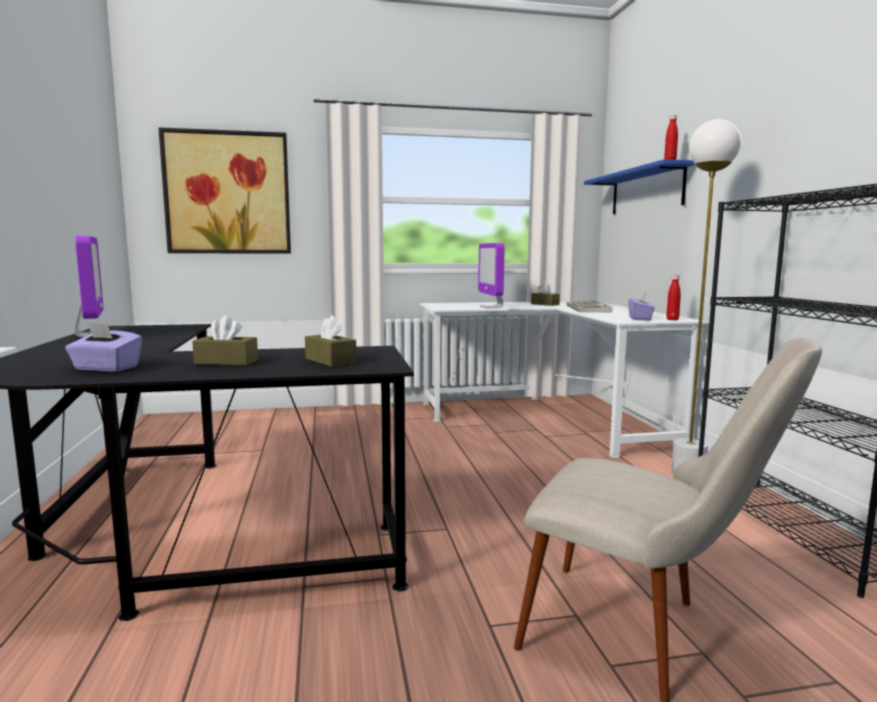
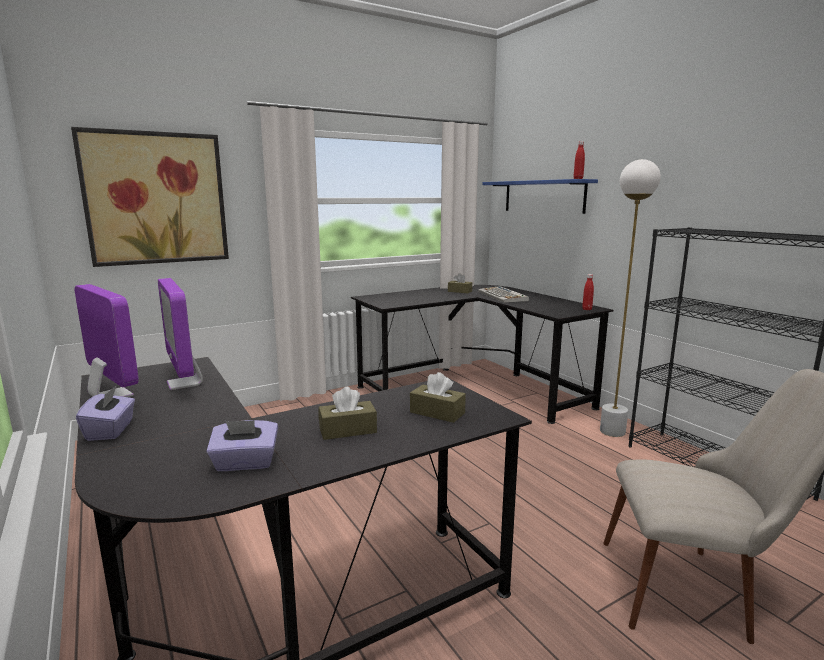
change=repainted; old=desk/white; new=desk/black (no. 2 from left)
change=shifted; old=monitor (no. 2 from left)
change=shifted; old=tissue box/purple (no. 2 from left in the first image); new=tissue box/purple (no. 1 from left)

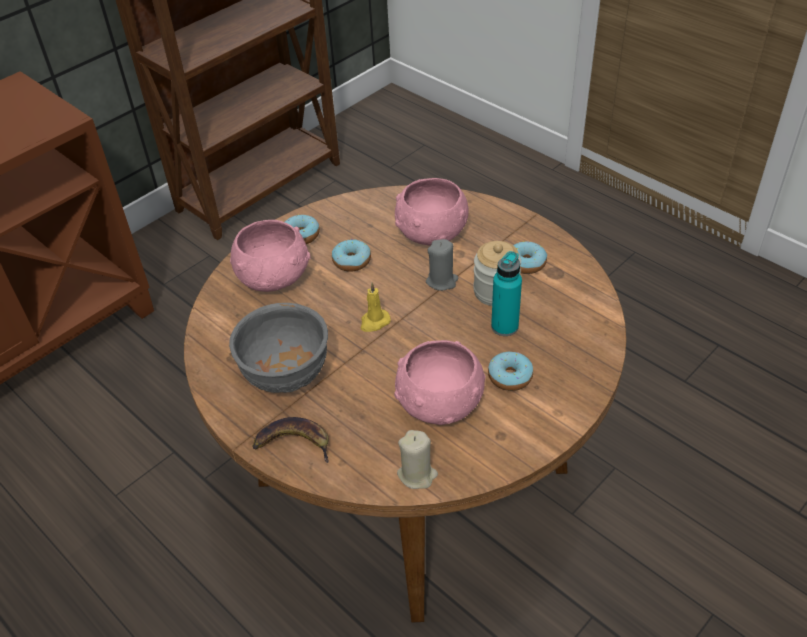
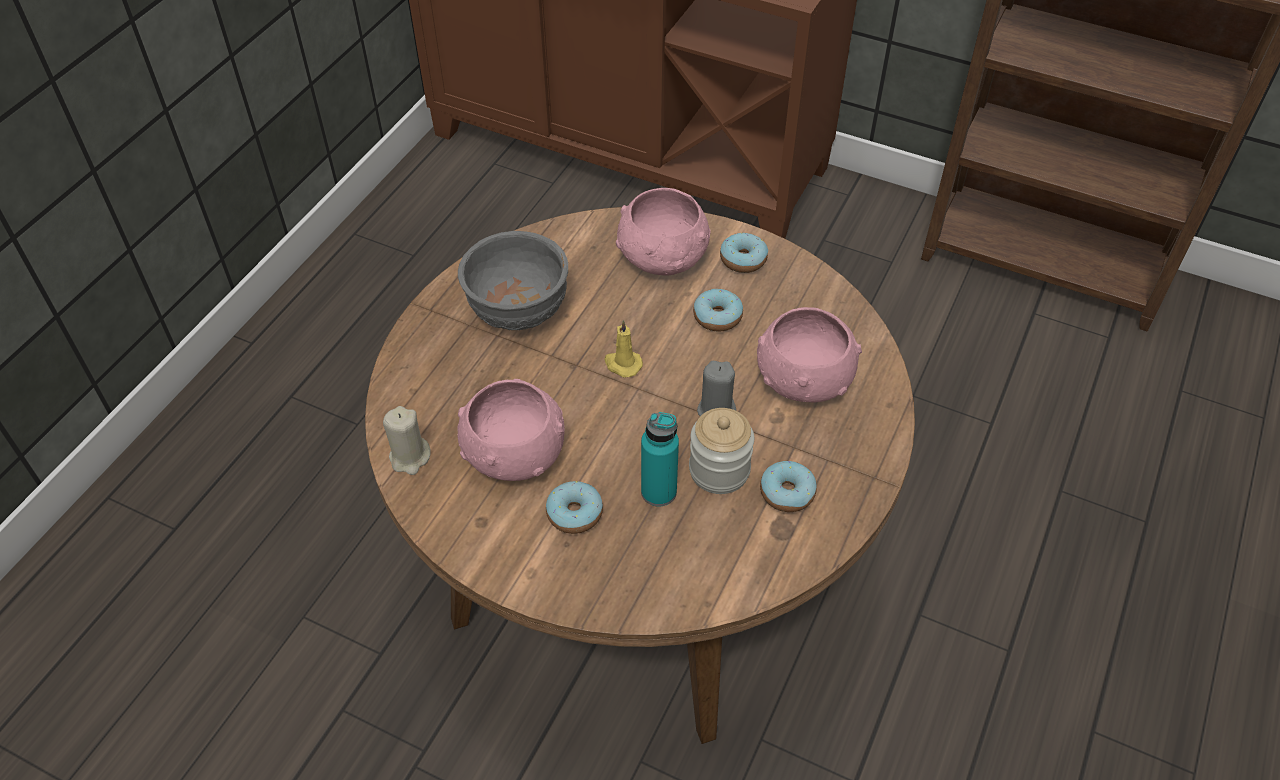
change=gone; old=banana

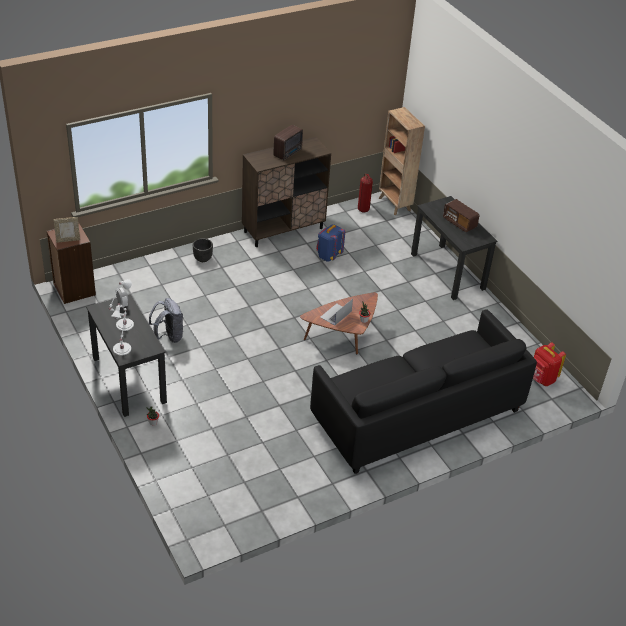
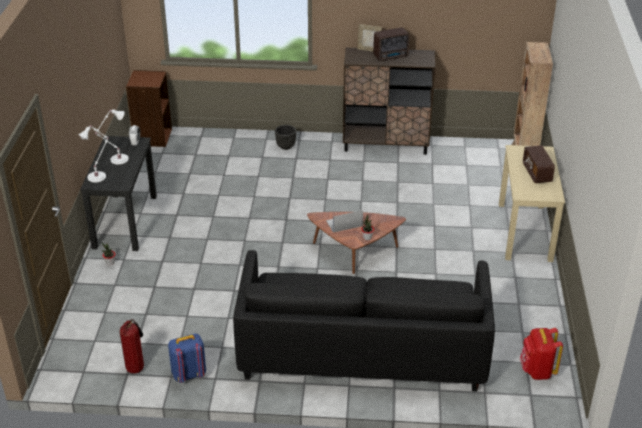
change=shifted; old=picture frame
change=gone; old=backpack/grey
change=shifted; old=backpack/blue
change=shifted; old=fire extinguisher
change=repainted; old=desk/black (no. 2 from left); new=desk/beige

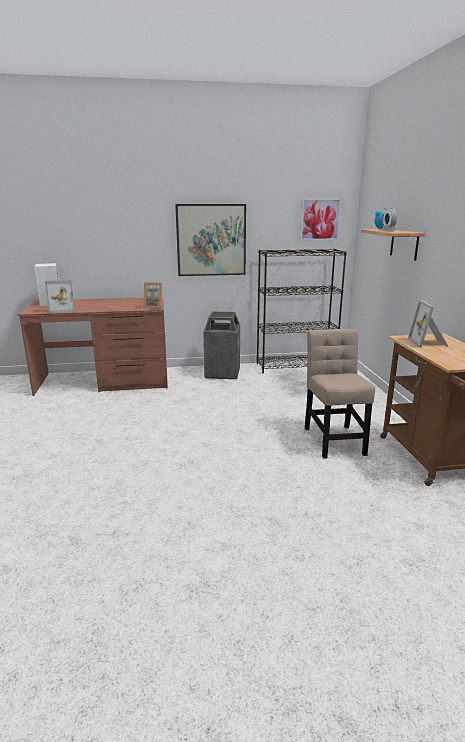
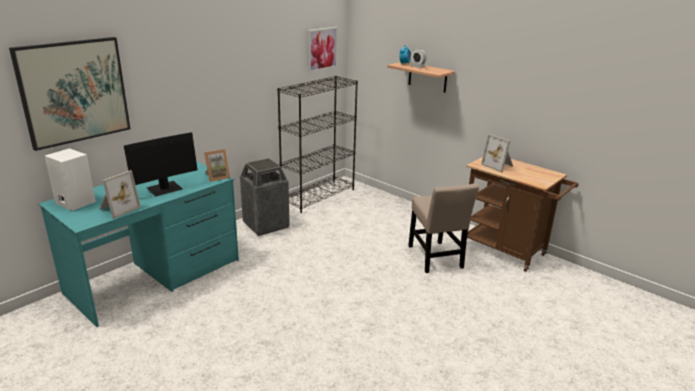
change=repainted; old=desk/brown; new=desk/turquoise
change=shifted; old=picture (no. 1 from left)
change=rotated; old=chair/beige; degrees=-150
change=new; new=monitor

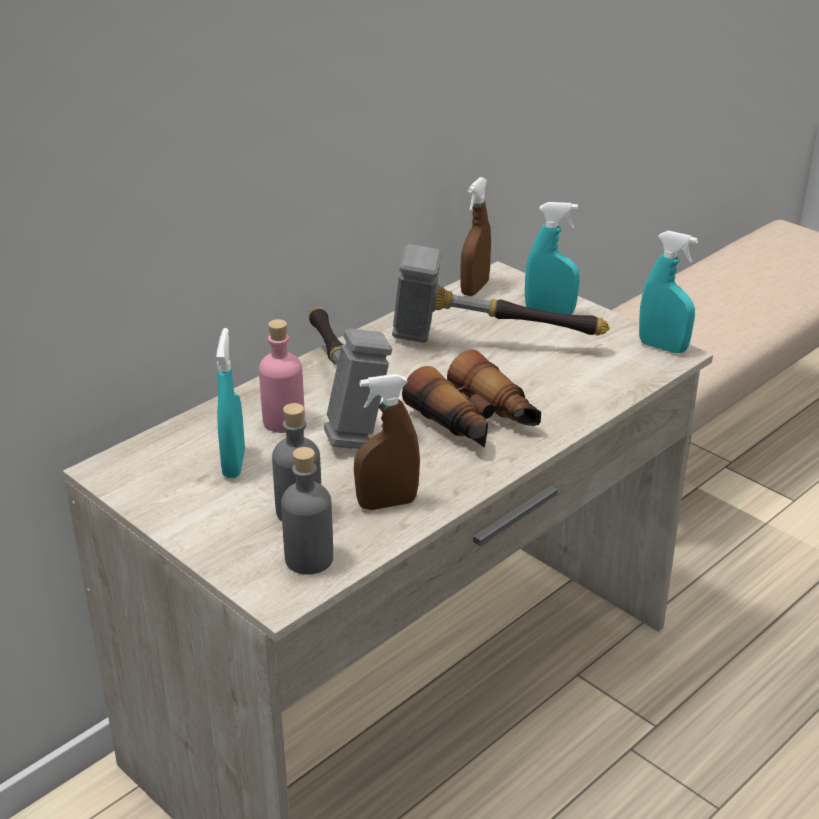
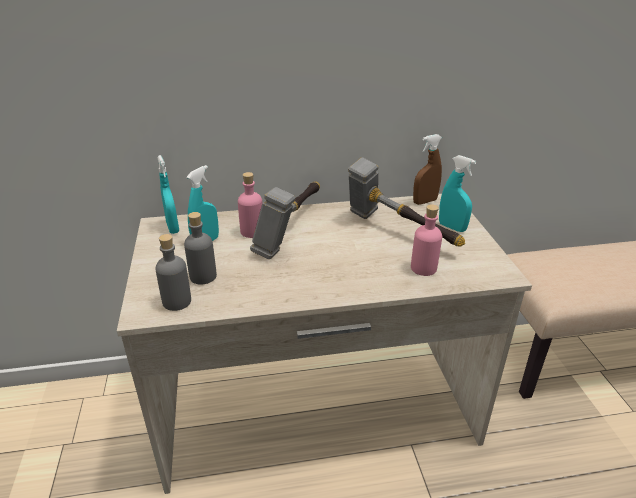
change=gone; old=spray bottle/brown (no. 1 from left)
change=gone; old=binoculars
change=shifted; old=spray bottle/turquoise (no. 3 from left in the first image); new=spray bottle/turquoise (no. 1 from left)
change=new; new=bottle/pink (no. 2 from left)

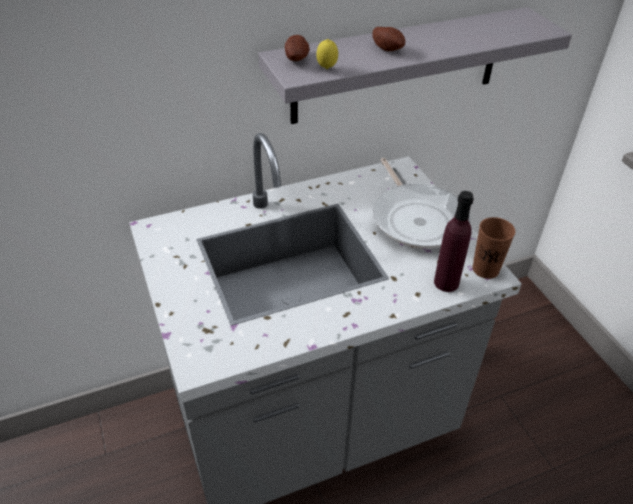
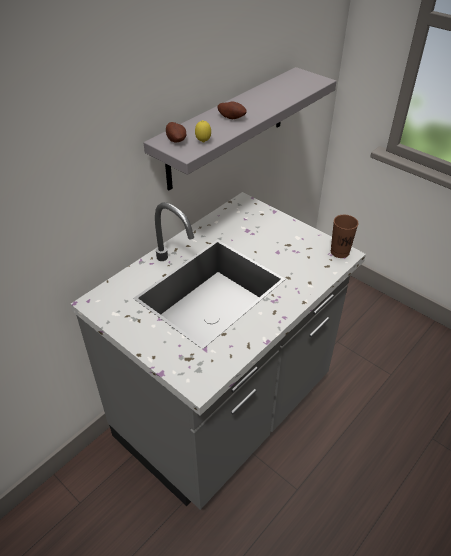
change=gone; old=frying pan
change=gone; old=bottle/purple

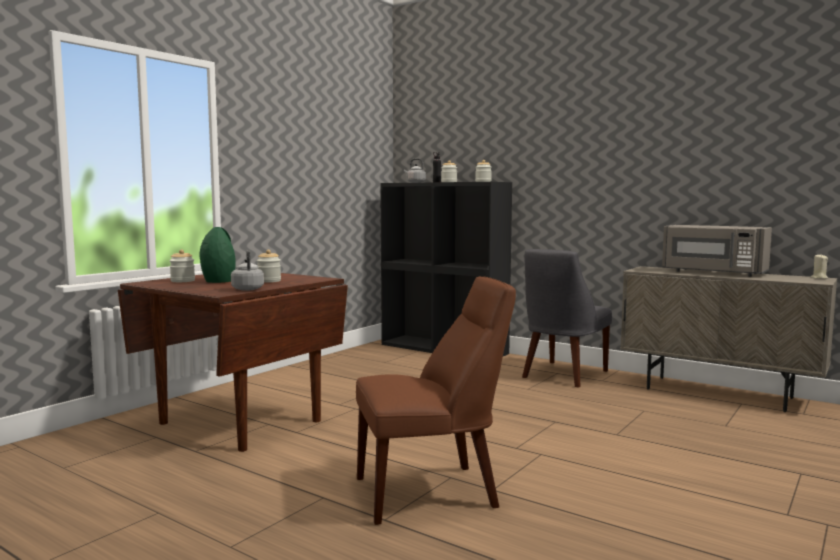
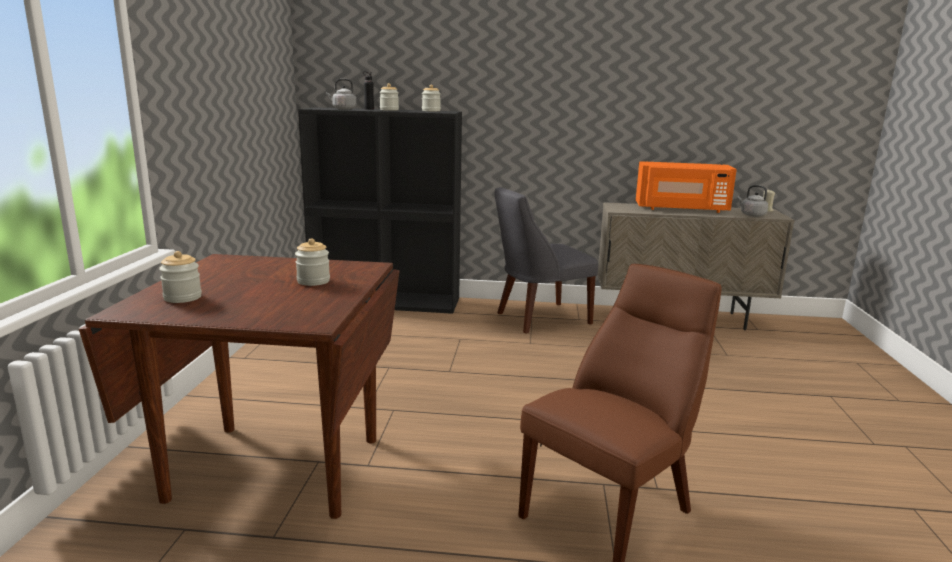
change=gone; old=vase/green
change=shifted; old=kettle/grey (no. 1 from left in the first image); new=kettle/grey (no. 2 from left)
change=rotated; old=chair/grey; degrees=60
change=repainted; old=microwave/grey; new=microwave/orange

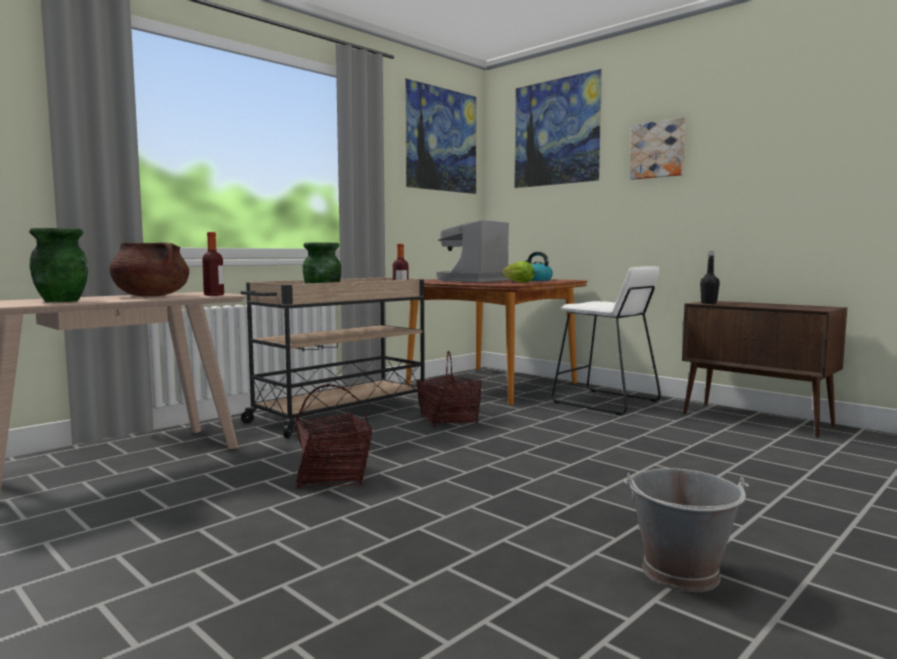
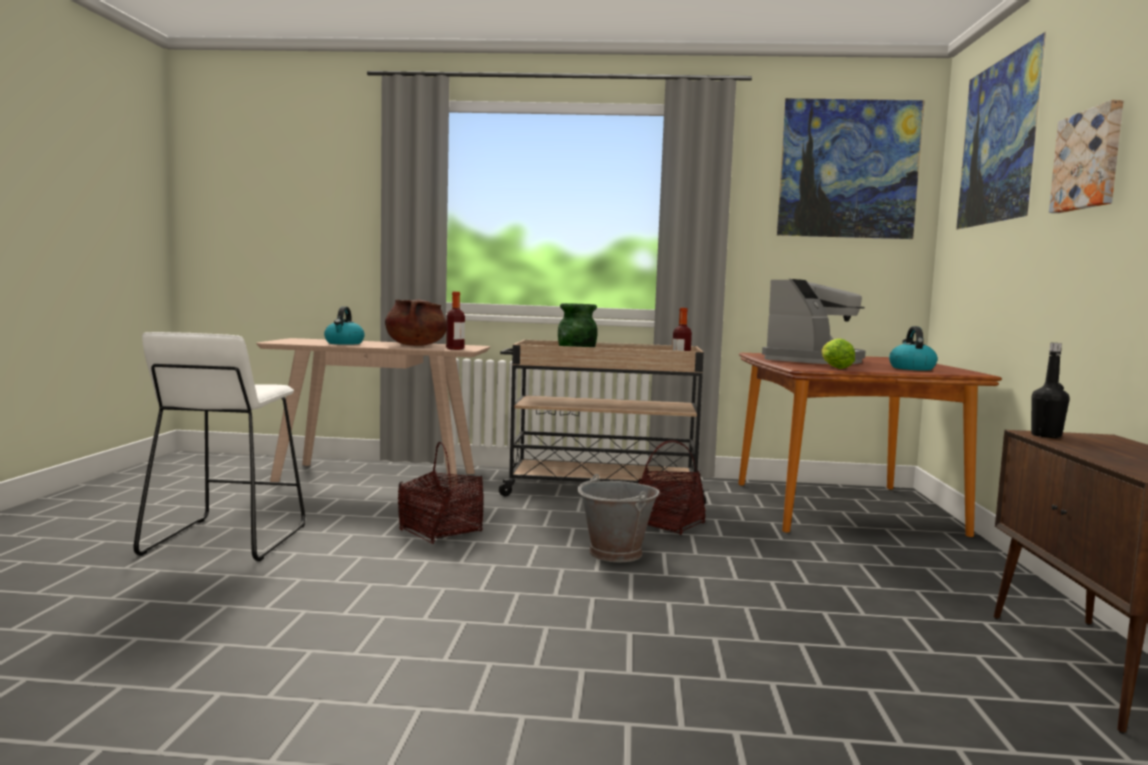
change=swapped; old=vase/green (no. 1 from left); new=kettle (no. 1 from left)
change=rotated; old=coffee machine; degrees=135
change=shifted; old=stool/white
change=shifted; old=bucket/grey

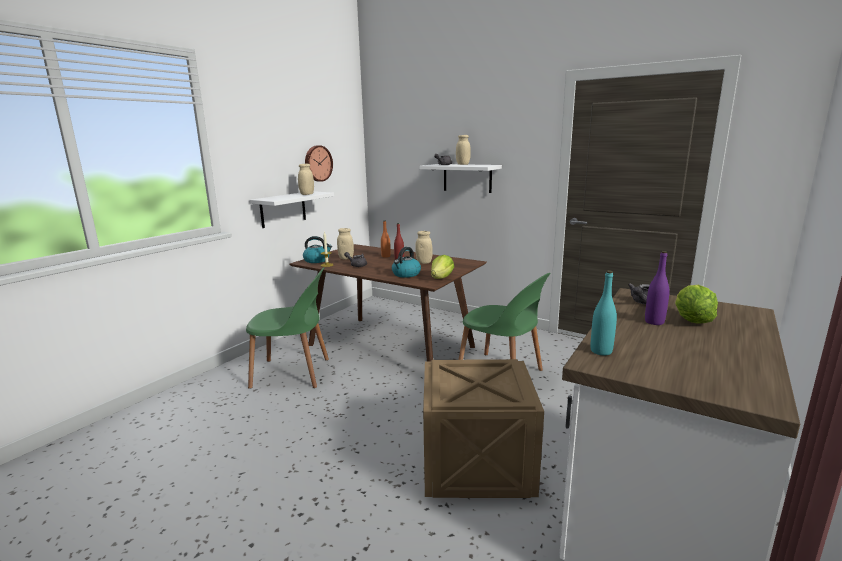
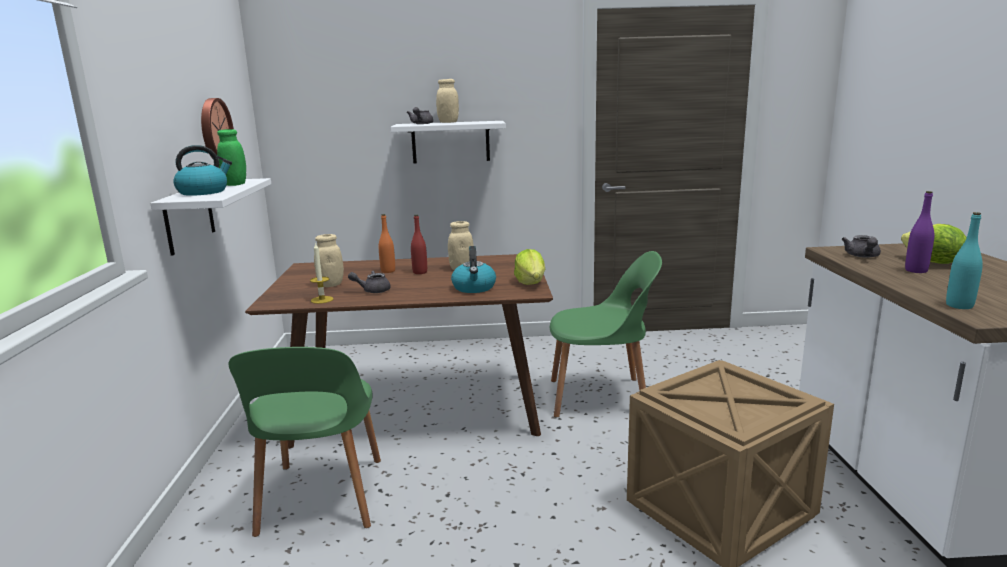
change=rotated; old=chair/green (no. 1 from left); degrees=120
change=repainted; old=jar/beige (no. 1 from left); new=jar/green
change=shifted; old=kettle (no. 1 from left)

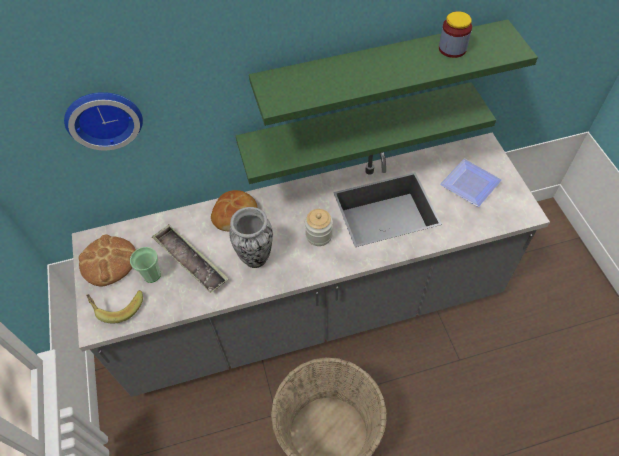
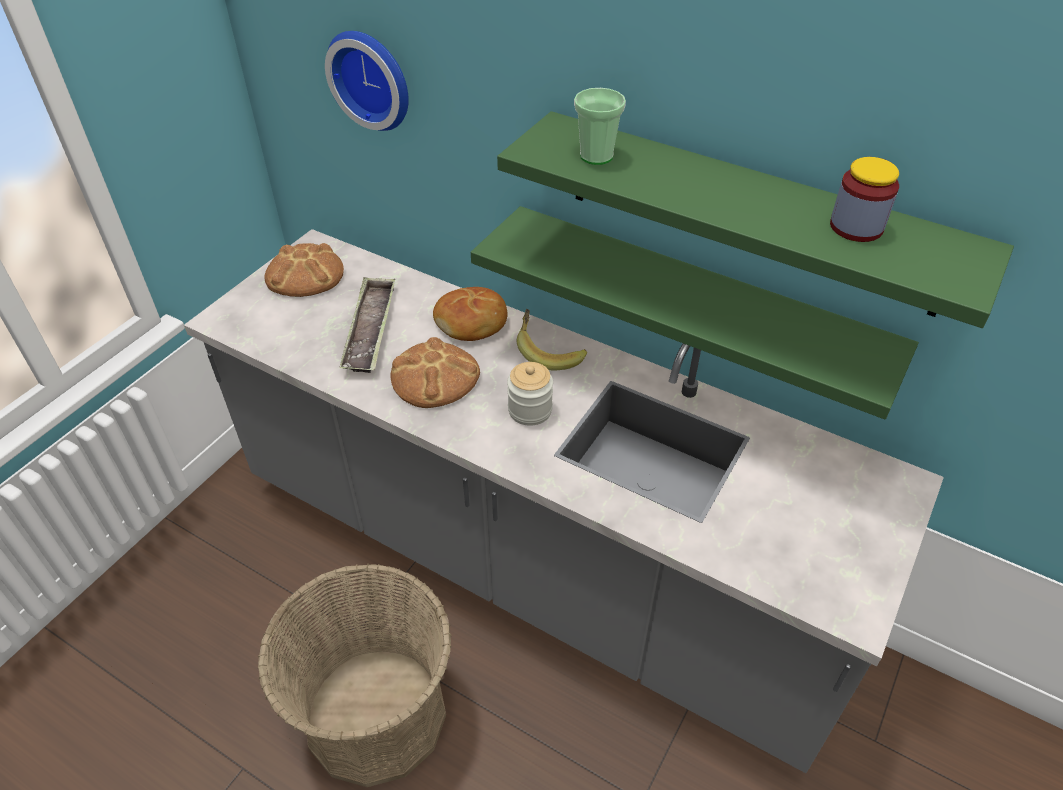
change=shifted; old=banana
change=shifted; old=cup
change=swapped; old=vase; new=bread (no. 2 from left)
change=gone; old=plate

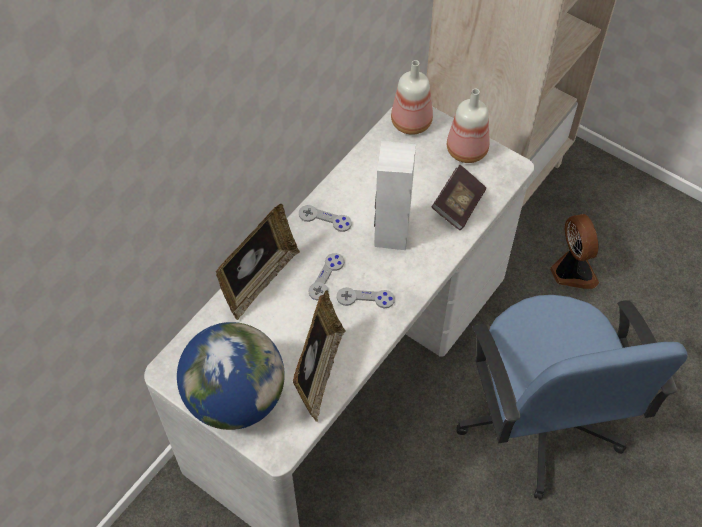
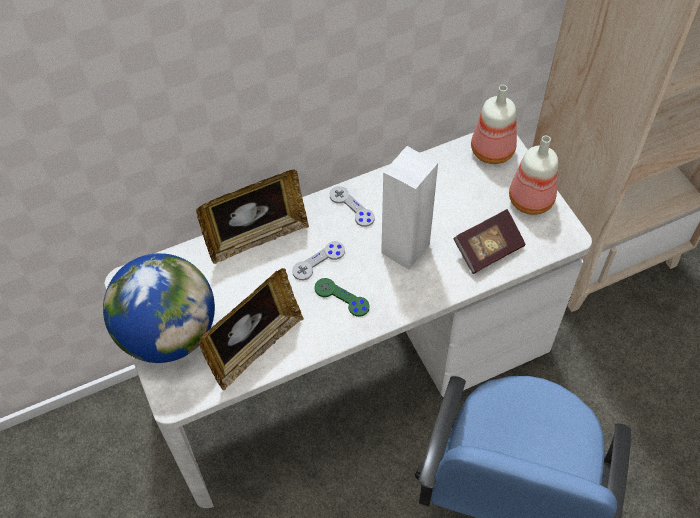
change=repainted; old=game controller/grey (no. 3 from left); new=game controller/green
change=gone; old=fan

